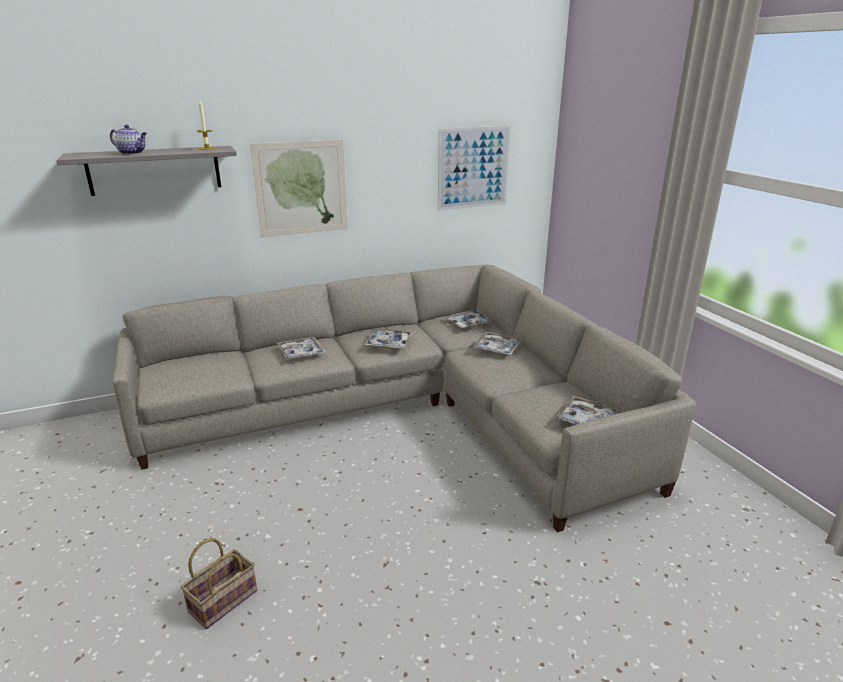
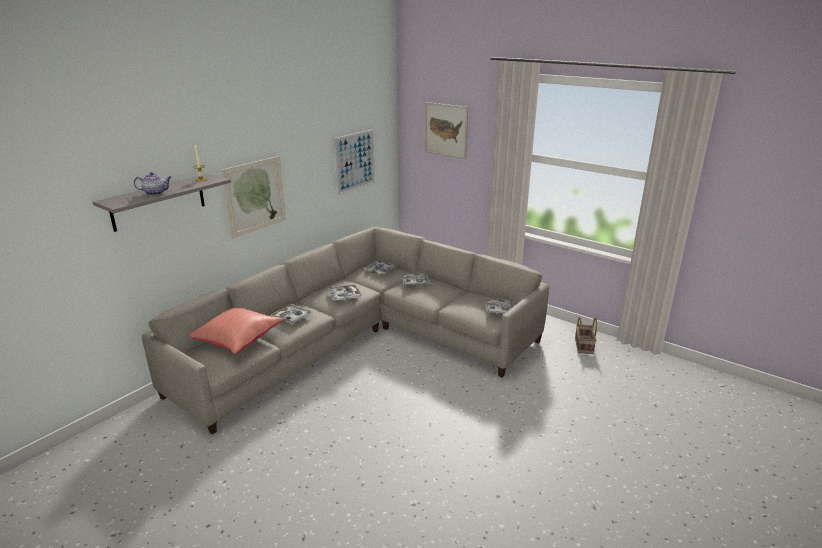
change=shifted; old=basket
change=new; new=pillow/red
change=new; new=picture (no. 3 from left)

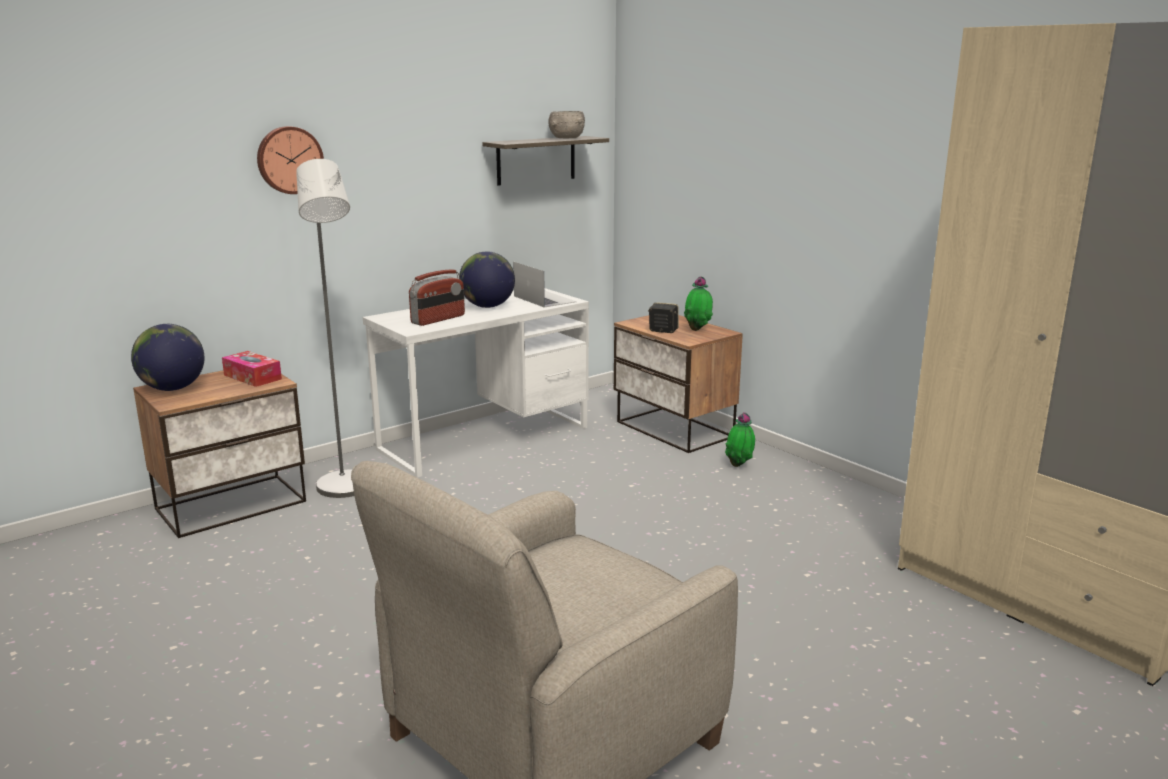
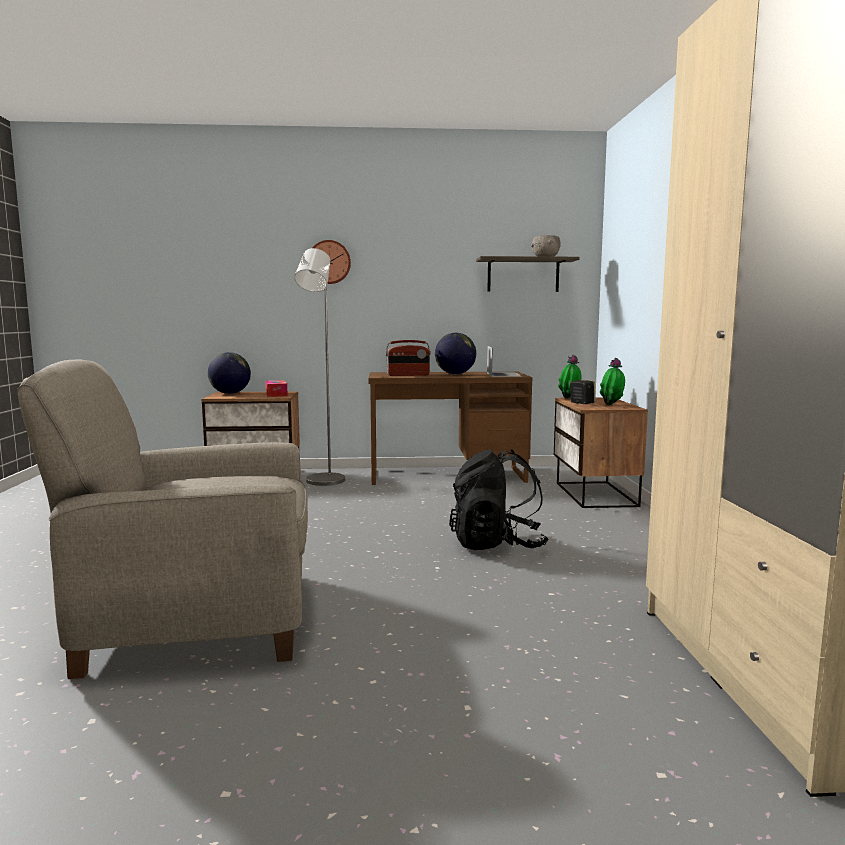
change=repainted; old=desk/white; new=desk/brown
change=shifted; old=potted plant (no. 2 from left in the first image); new=potted plant (no. 1 from left)
change=new; new=backpack/black

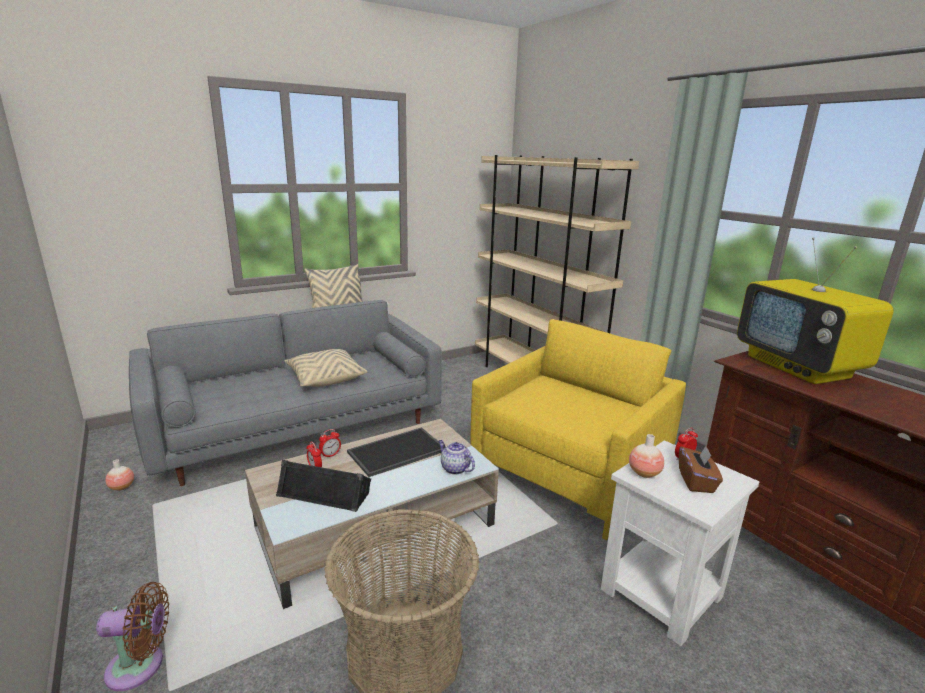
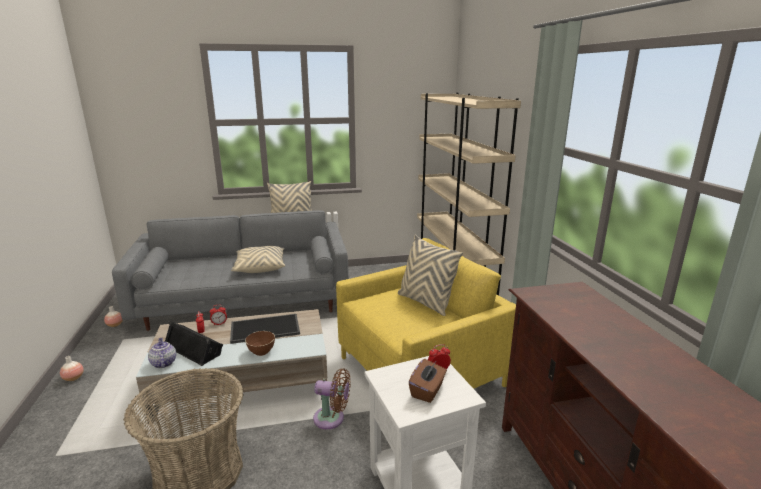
change=shifted; old=fan/brown
change=shifted; old=teapot
change=shifted; old=vase (no. 2 from left in the first image); new=vase (no. 1 from left)
change=gone; old=television
change=new; new=bowl/brown
change=new; new=pillow/beige (no. 3 from left)

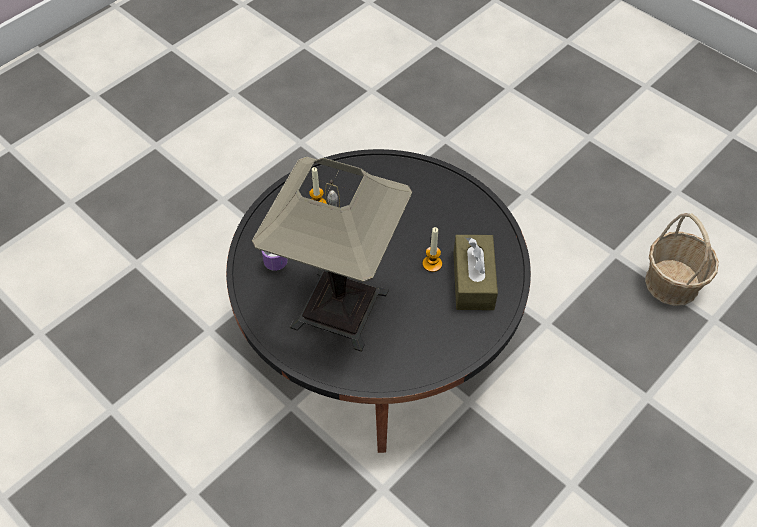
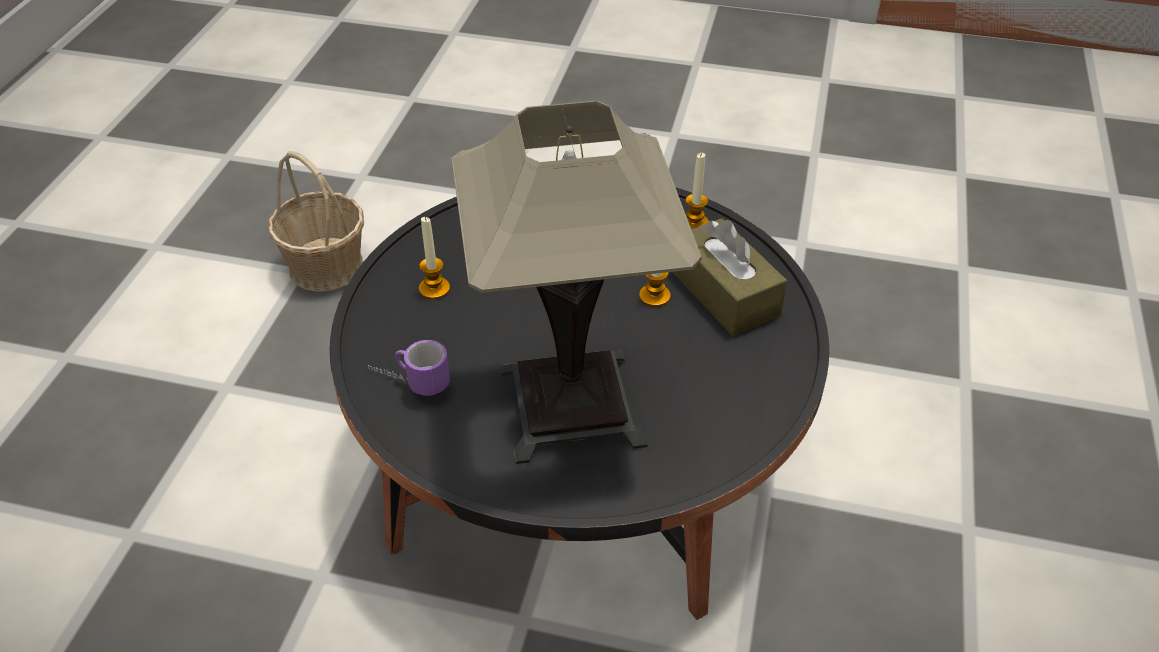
change=shifted; old=basket
change=new; new=candle (no. 3 from left)

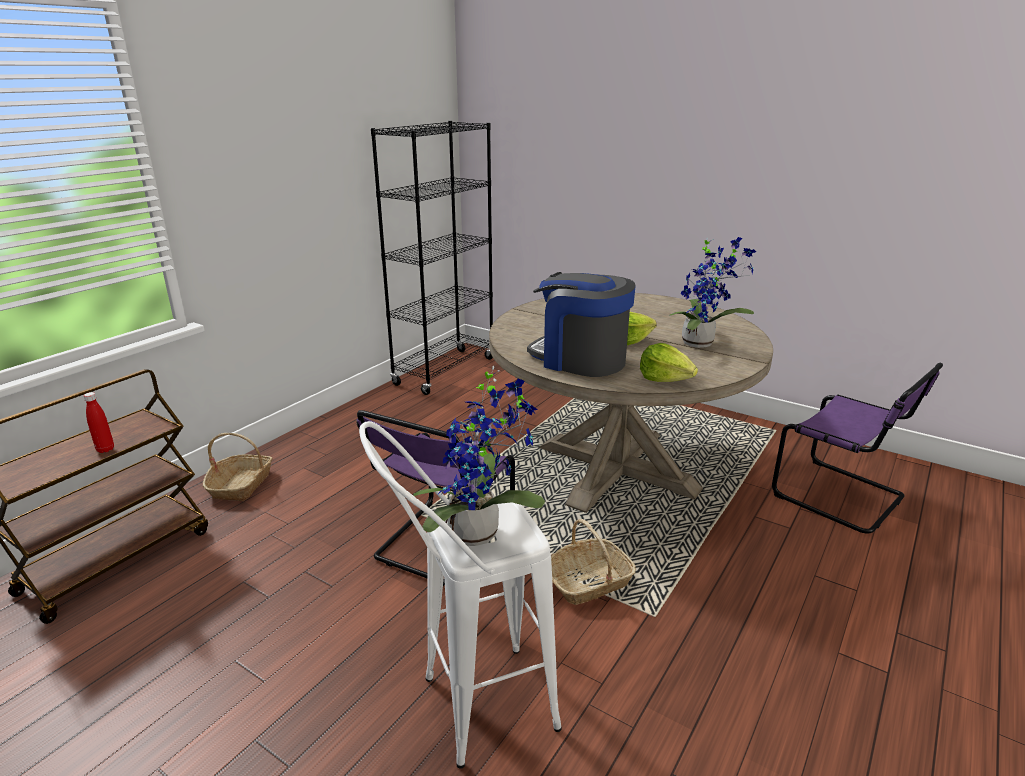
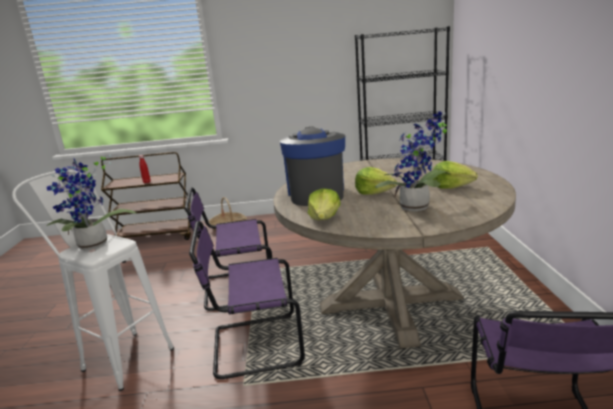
change=swapped; old=basket (no. 2 from left); new=chair/purple (no. 2 from left)
change=new; new=lettuce (no. 3 from left)

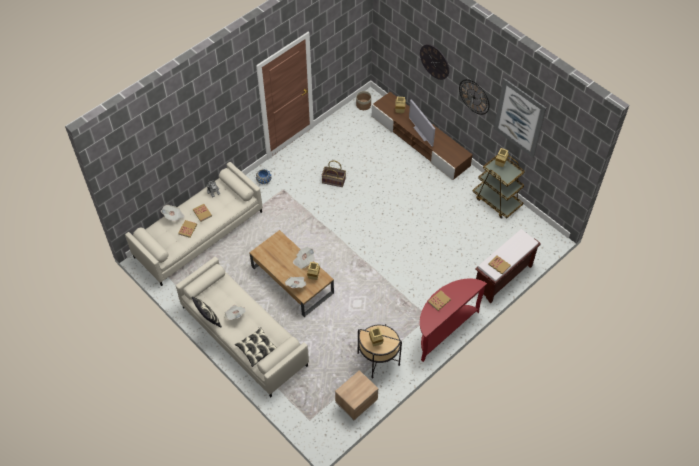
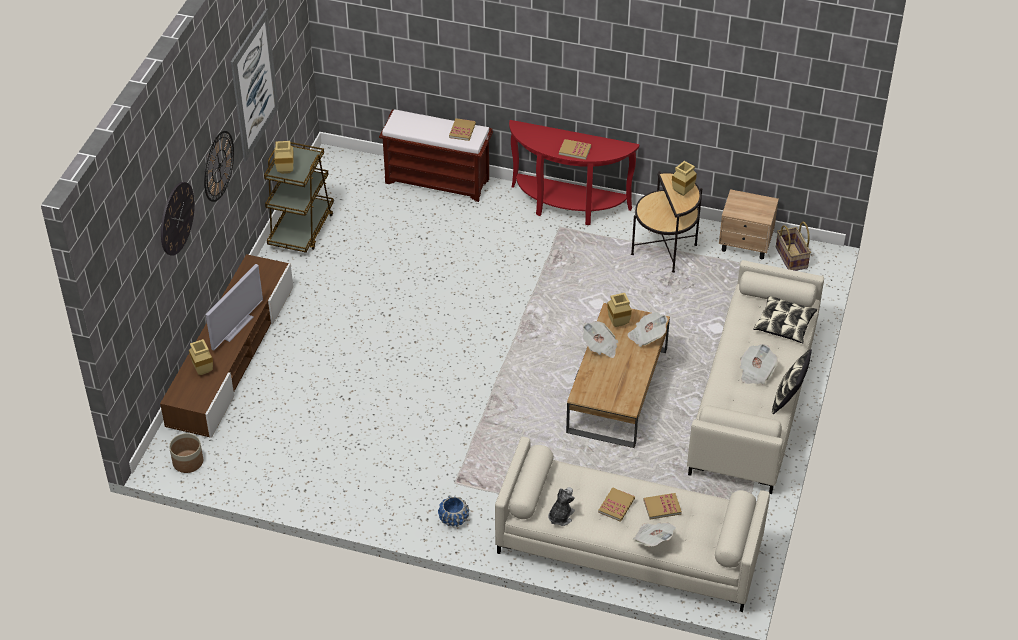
change=shifted; old=basket

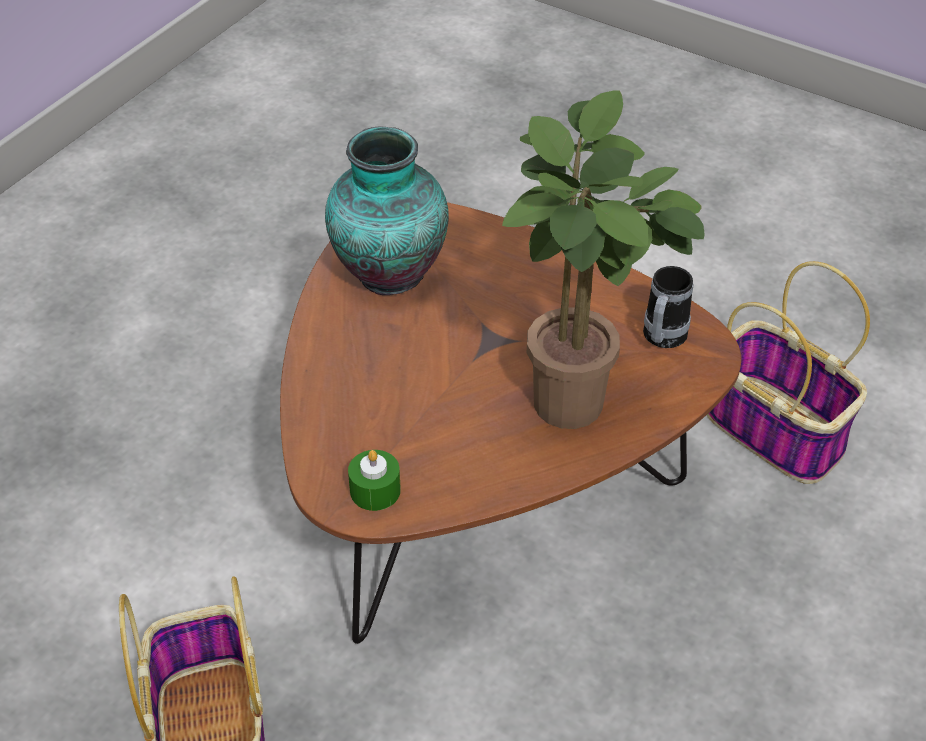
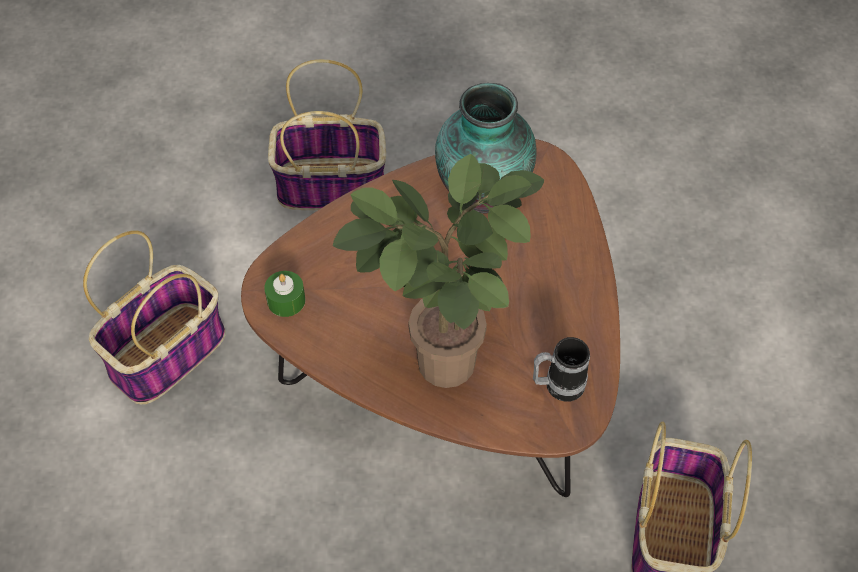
change=new; new=basket (no. 2 from left)

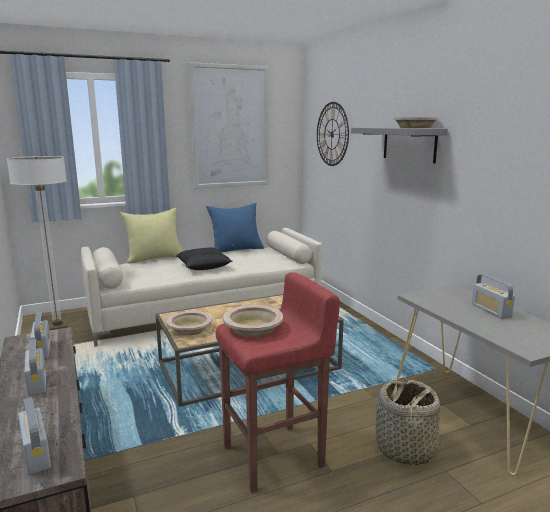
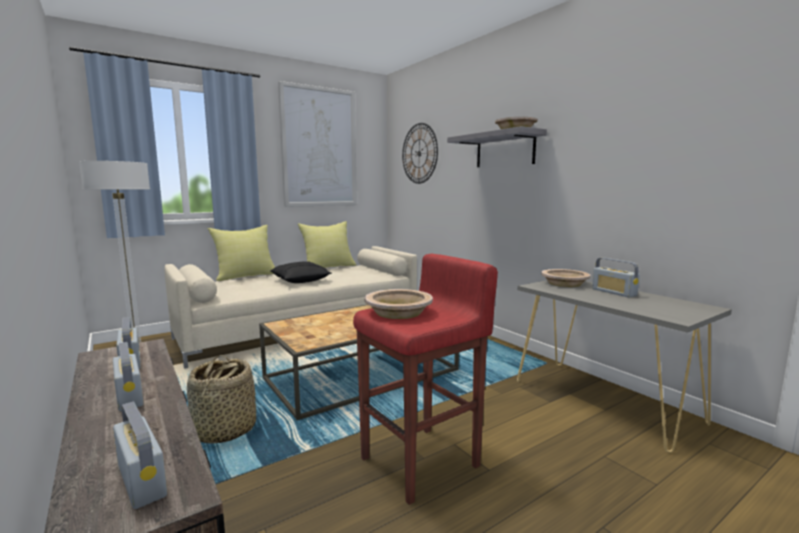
change=shifted; old=bowl/beige (no. 1 from left in the first image); new=bowl/beige (no. 3 from left)
change=repainted; old=pillow/blue; new=pillow/yellow (no. 2 from left)
change=shifted; old=basket

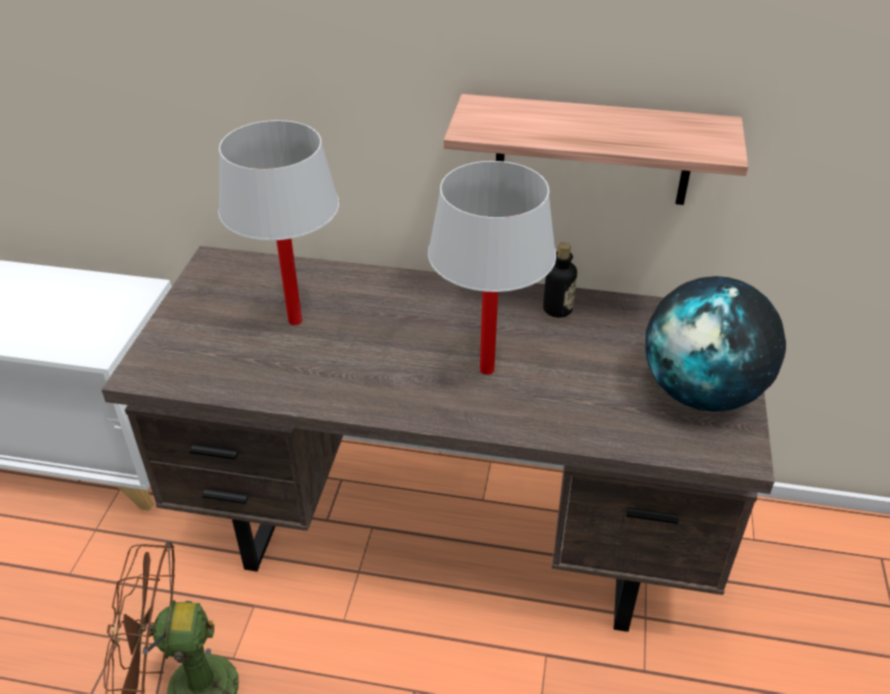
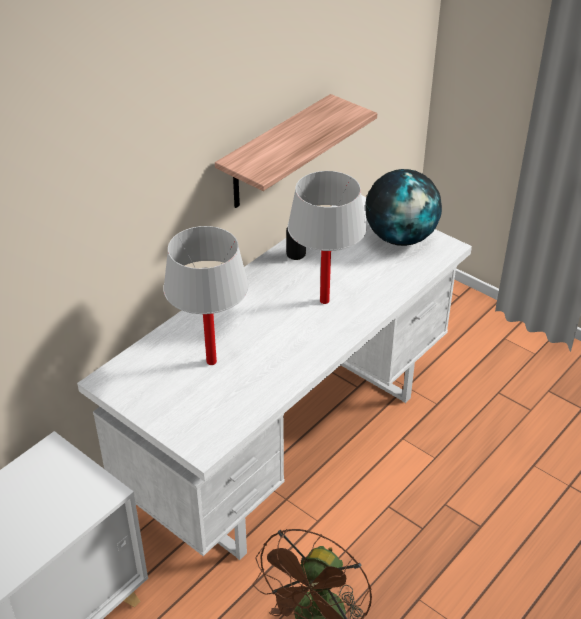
change=repainted; old=desk/brown; new=desk/white

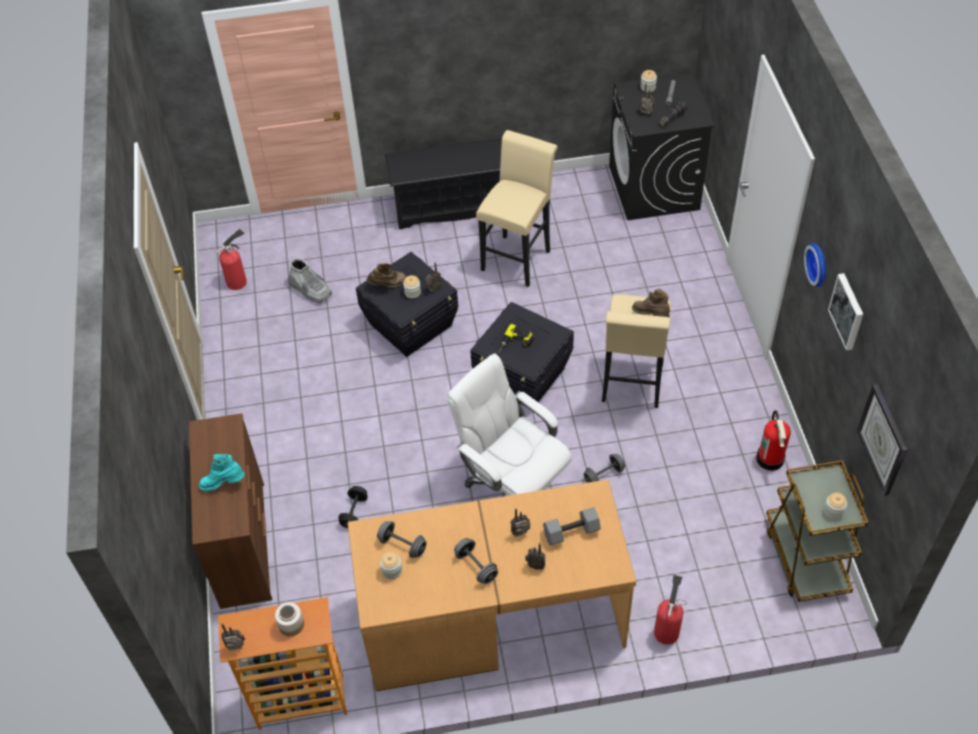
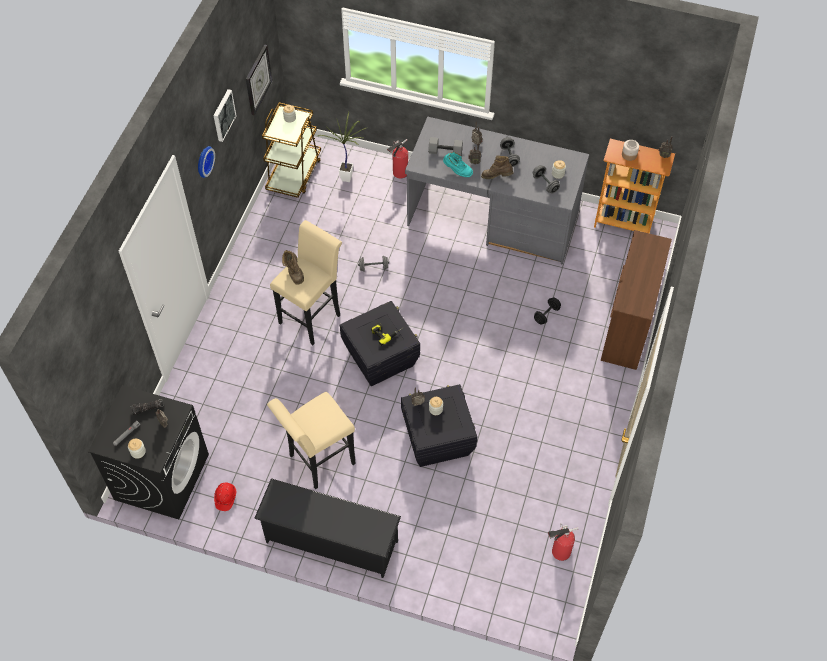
change=shifted; old=boot/turquoise
change=gone; old=boot/grey
change=repainted; old=desk/brown; new=desk/grey
change=shifted; old=boot/brown (no. 1 from left in the first image); new=boot/brown (no. 2 from left)
change=gone; old=office chair/white
change=gone; old=fire extinguisher (no. 3 from left)
change=new; new=hard hat/red
change=new; new=potted plant

